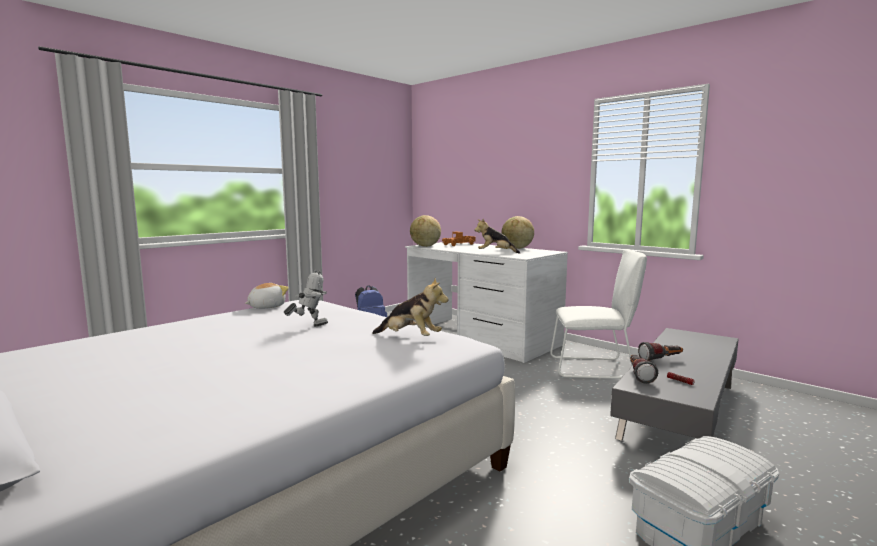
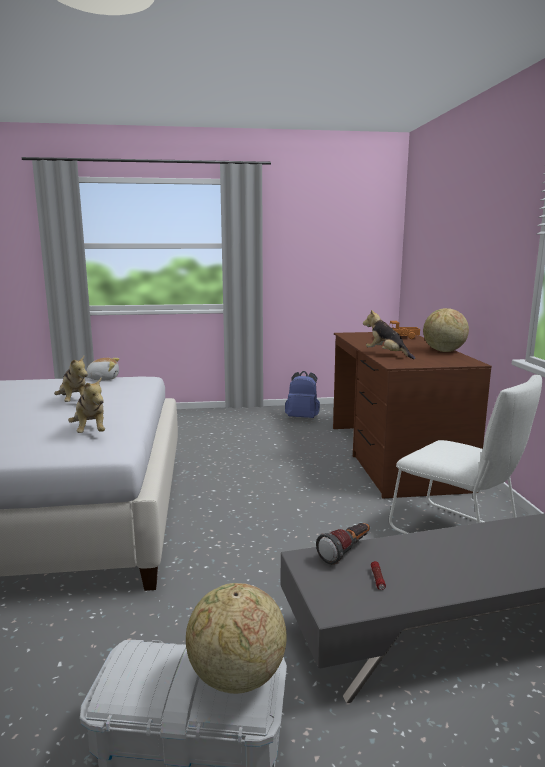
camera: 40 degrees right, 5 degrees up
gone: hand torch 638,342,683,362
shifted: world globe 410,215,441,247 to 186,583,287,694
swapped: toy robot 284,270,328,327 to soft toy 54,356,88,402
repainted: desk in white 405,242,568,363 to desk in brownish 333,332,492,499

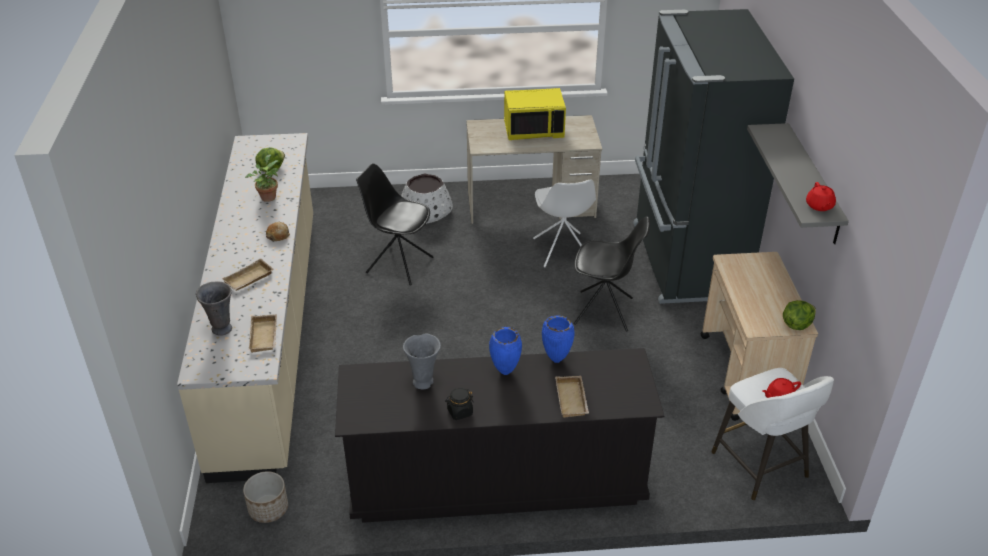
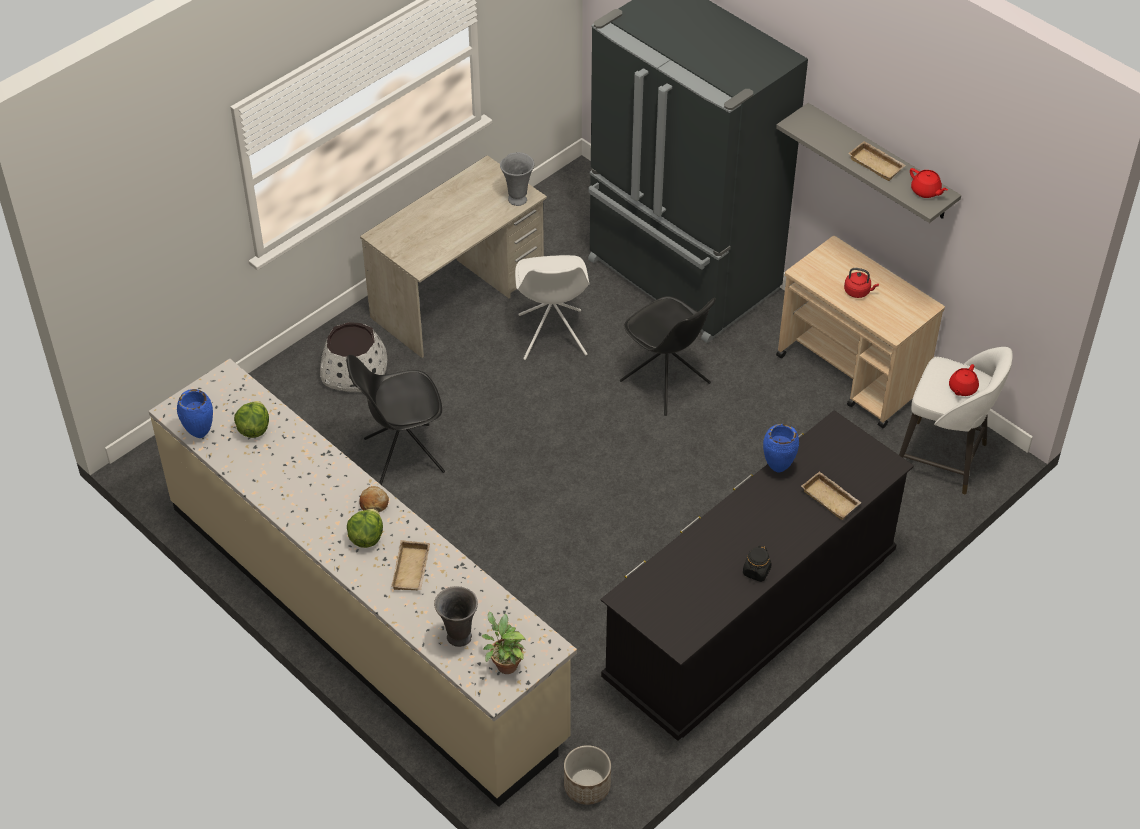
camera: 40 degrees left, 10 degrees up
gone: microwave in yellowish 504,88,566,140
new: water kettle in red-coloured 844,268,879,298
shifted: vase in bluish 489,327,522,375 to 177,389,213,438; lettuce head 783,300,816,330 to 347,509,383,548; plant in a pot 245,154,279,202 to 482,611,526,674; vase in gray 403,334,441,389 to 500,152,534,206; serving tray in beige 249,314,277,353 to 848,141,906,181
rotated: upright chair in white 533,179,596,267 = 515,255,589,360 45 degrees clockwise; upright chair in black 574,216,650,332 = 620,296,716,416 75 degrees clockwise

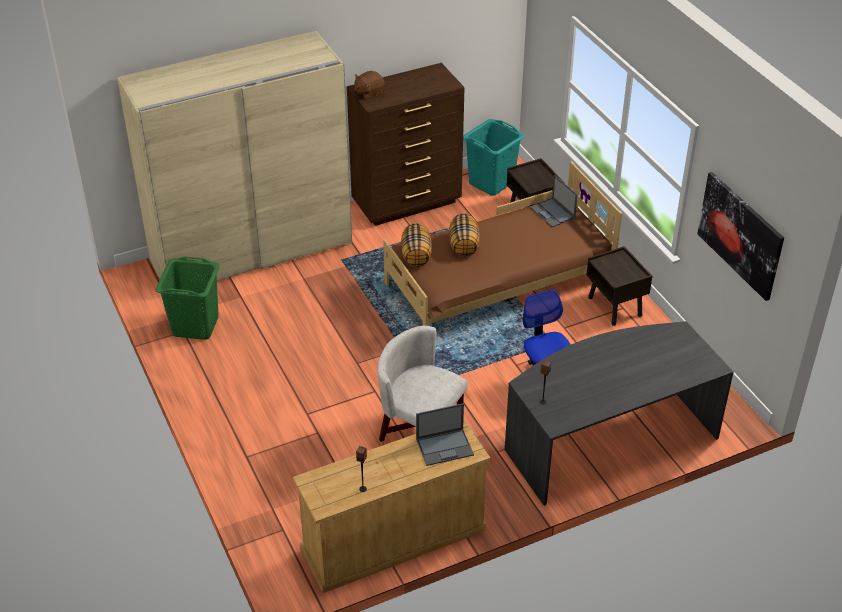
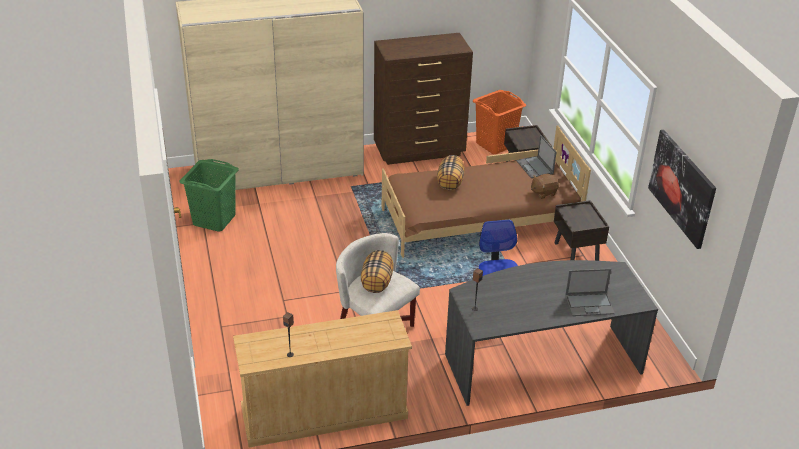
camera: 10 degrees right, 5 degrees down
shifted: cushion 401,223,432,267 to 361,250,394,293; soft toy in brownish 354,71,384,100 to 531,173,559,199; laptop 416,403,474,466 to 565,268,615,316
repainted: hamper in turquoise 463,119,525,196 to hamper in orangey 473,90,526,154

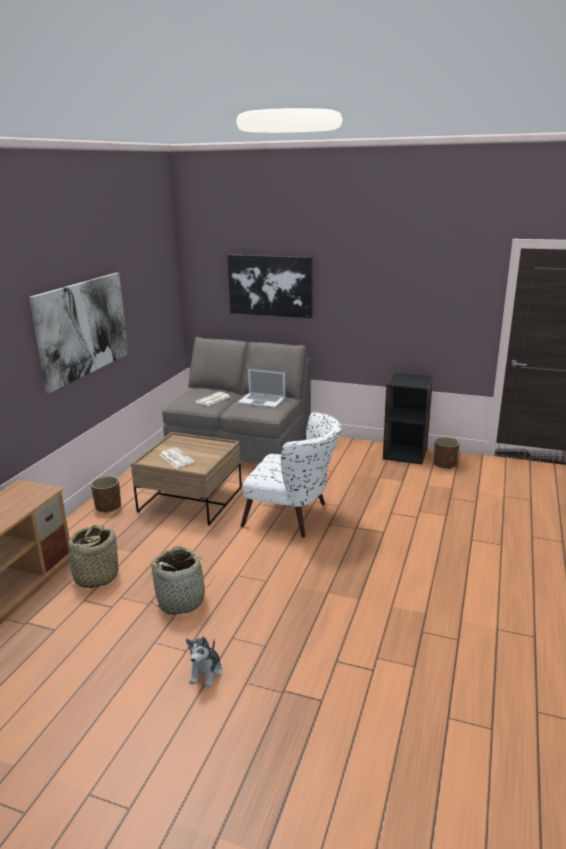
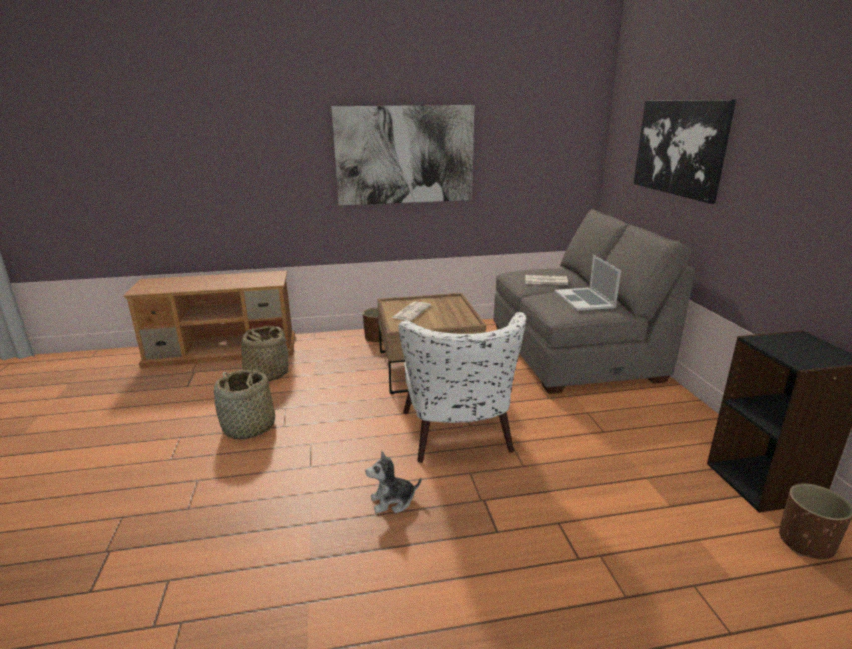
camera: 60 degrees right, 0 degrees up
shifted: soft toy 186,637,222,687 to 365,451,421,514

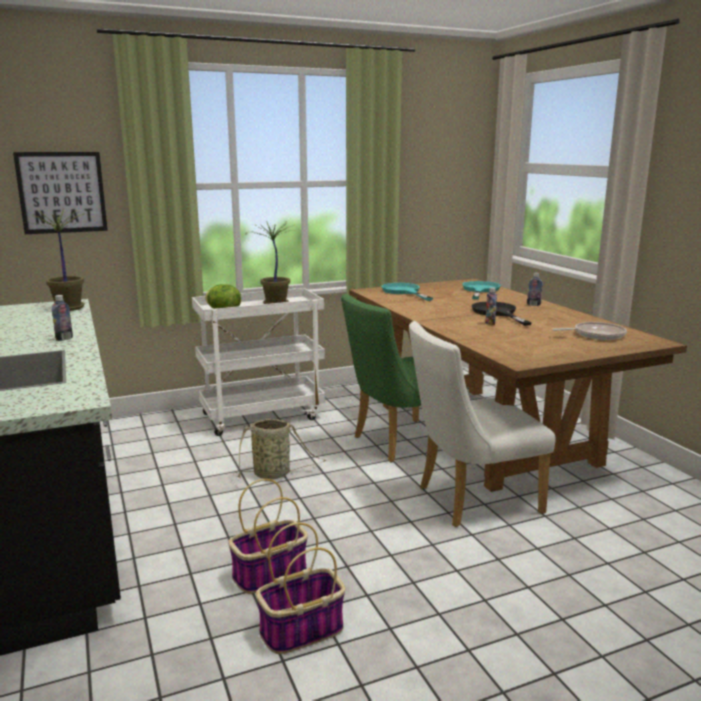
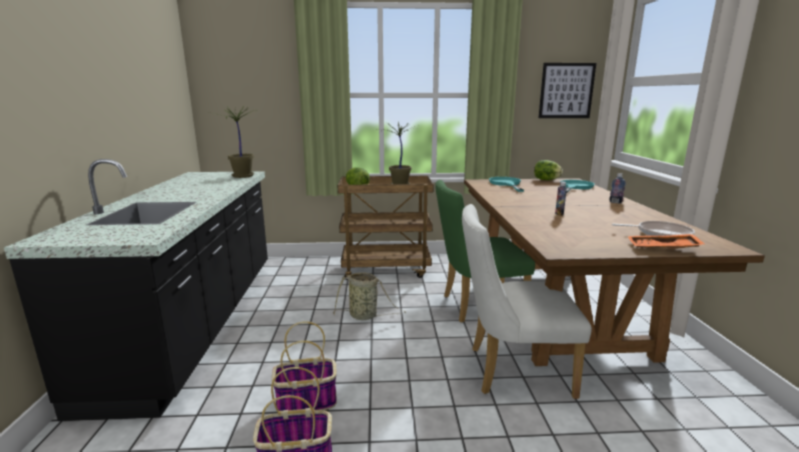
camera: 20 degrees right, 0 degrees up
gone: beverage bottle 52,295,73,341; frying pan in black 472,302,532,326
new: lettuce head 534,160,563,180; serving tray in orangey 627,234,706,249
shifted: picture 13,152,108,234 to 539,63,596,118
repainted: trolley in white 192,288,325,436 to trolley in brownish 338,176,434,280

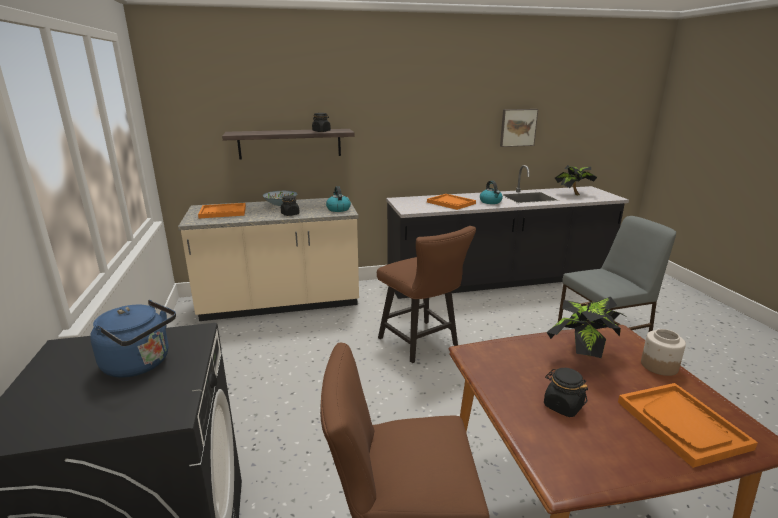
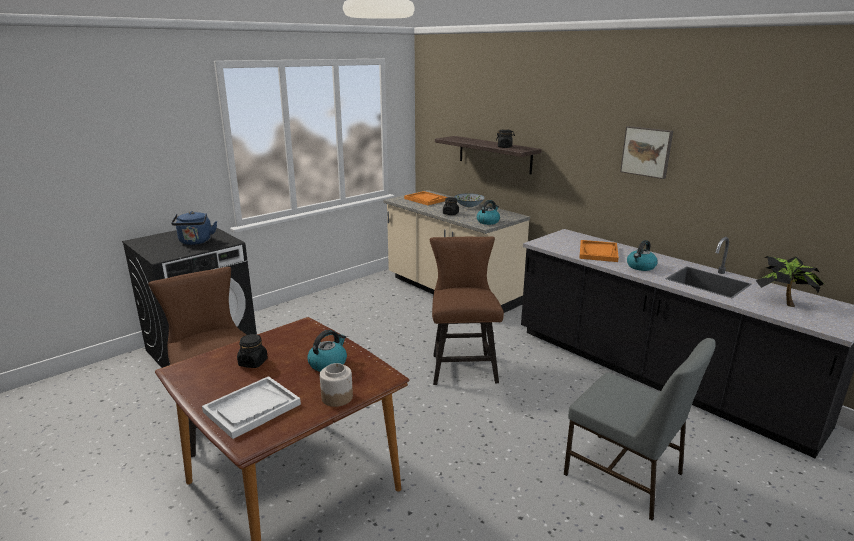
camera: 60 degrees right, 0 degrees up
shifted: picture 500,109,538,147 to 620,126,673,179
swapped: plant in a pot 547,296,625,358 to water kettle 307,330,347,372
repainted: serving tray in orangey 618,383,758,468 to serving tray in white 202,376,301,439
rotated: upright chair in brownish 377,226,476,363 = 430,237,504,385 150 degrees clockwise

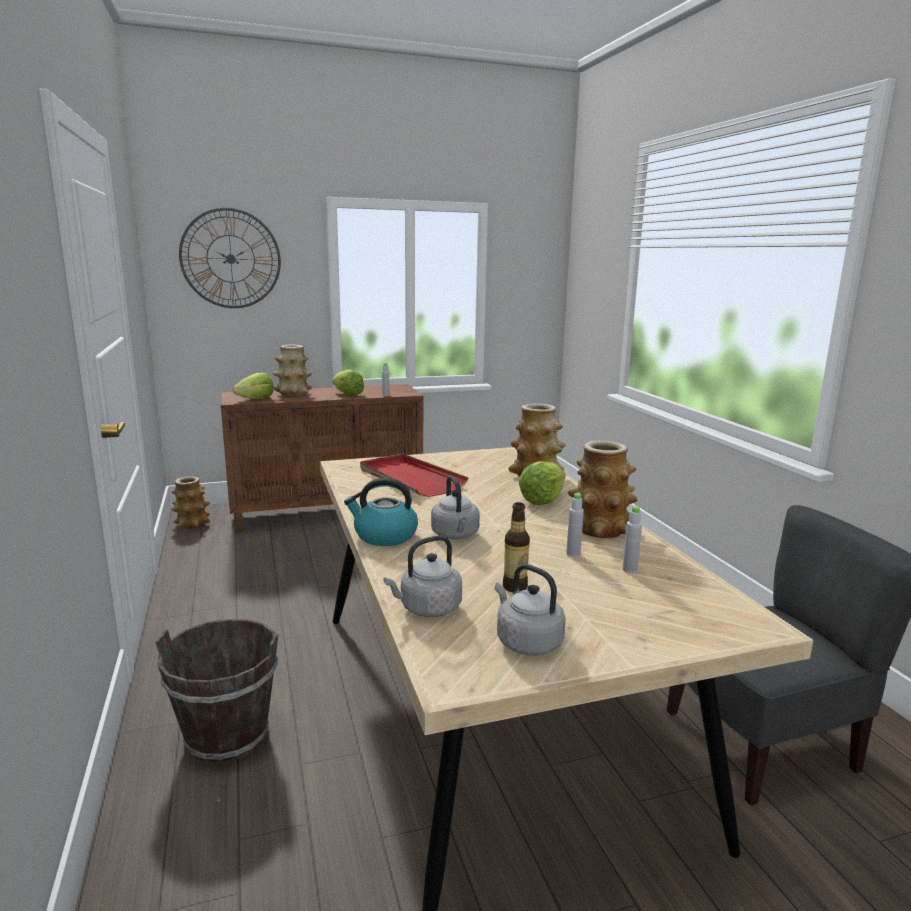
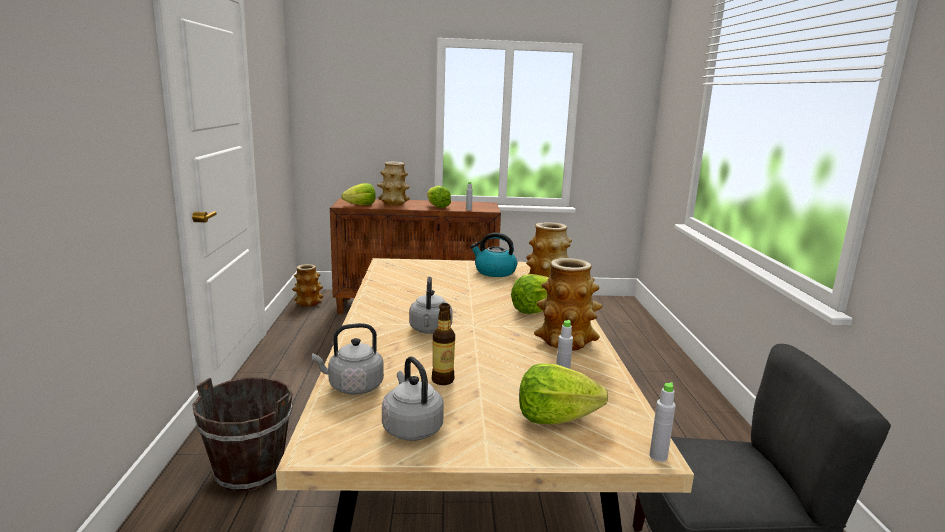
camera: 15 degrees right, 0 degrees up
gone: hanging clock 179,208,281,308; serving tray in red-coloured 360,454,469,497
new: lettuce head 519,363,608,424
shifted: water kettle 344,478,418,546 to 470,233,517,277; beverage bottle in gray 566,492,584,557 to 650,382,676,462

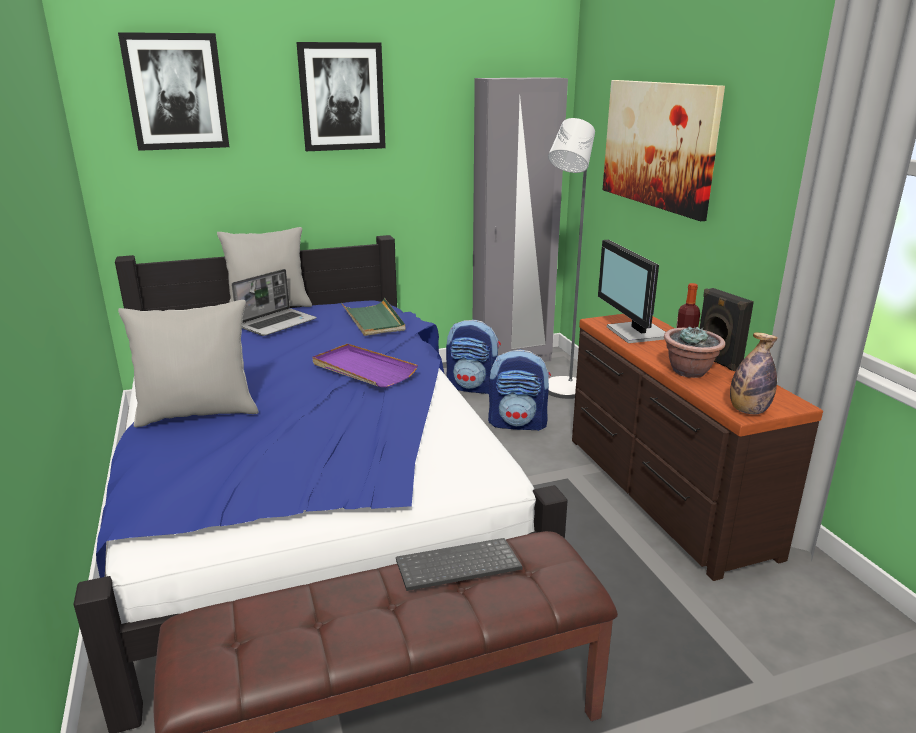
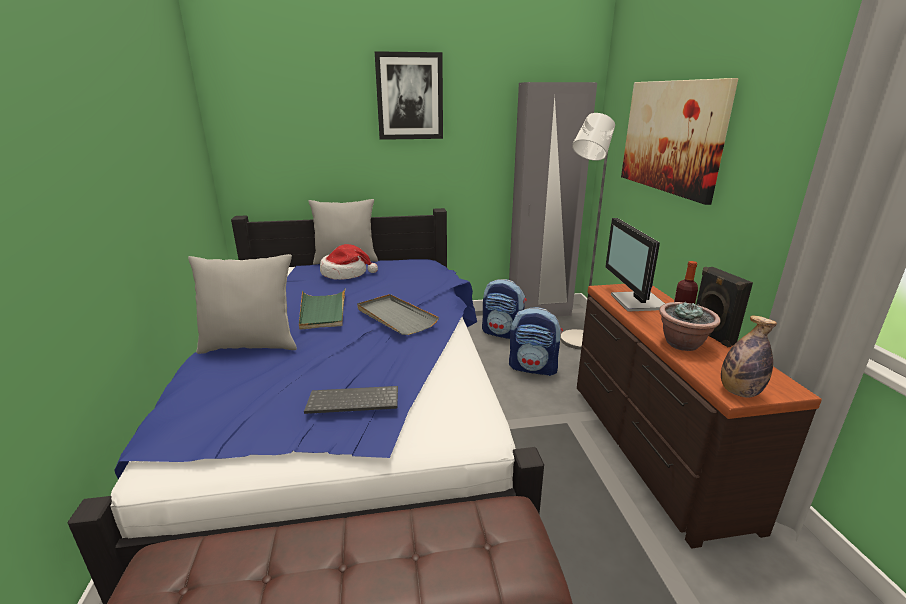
camera: 10 degrees right, 0 degrees up
gone: picture 118,32,229,151
shifted: serving tray in green-coloured 341,298,405,336 to 299,288,346,330; computer keyboard 396,538,522,591 to 304,386,398,414
swapped: laptop 231,269,317,336 to clothing hat 320,244,378,280
repainted: serving tray in purple-coloured 312,344,418,387 to serving tray in gray 357,294,439,335

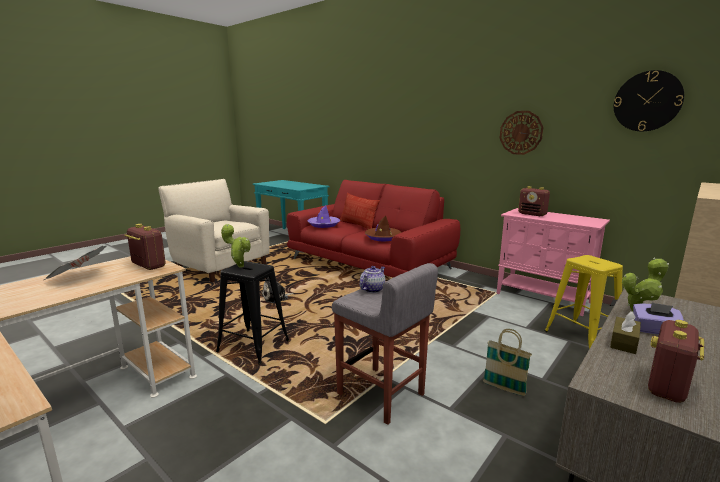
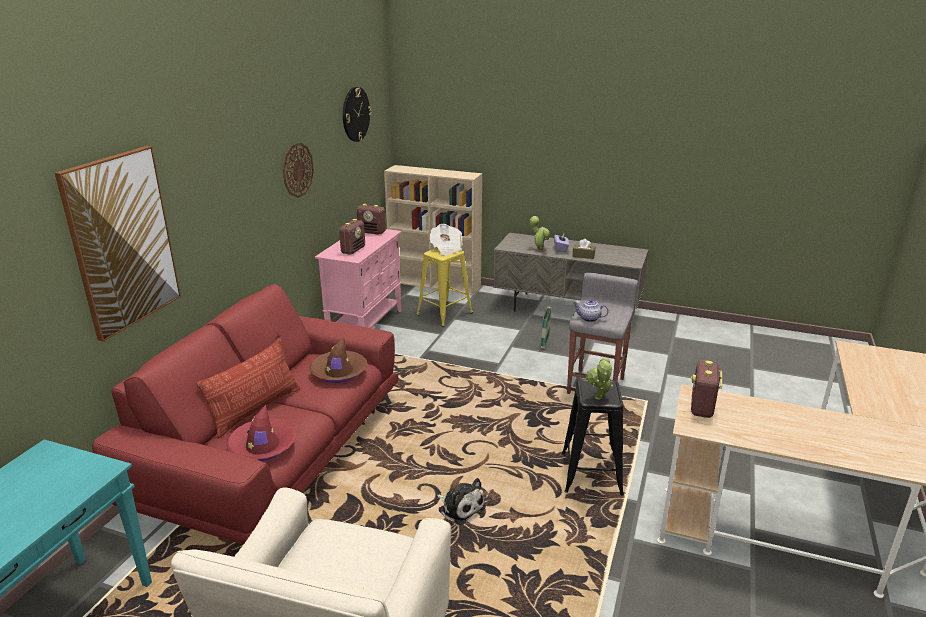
camera: 110 degrees left, 10 degrees up
new: picture 55,146,181,342
shifted: radio receiver 648,320,704,403 to 357,204,386,235; daily paper 44,246,107,280 to 429,224,462,255
repainted: clothing hat in purple-coloured 308,205,340,228 to clothing hat in red-coloured 226,405,297,461

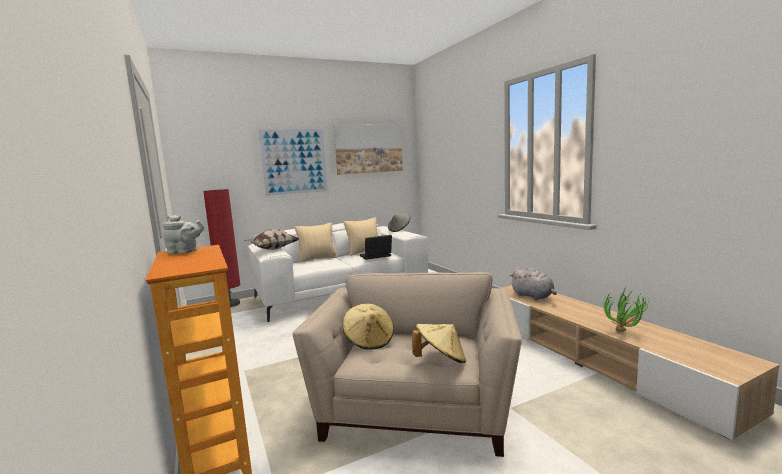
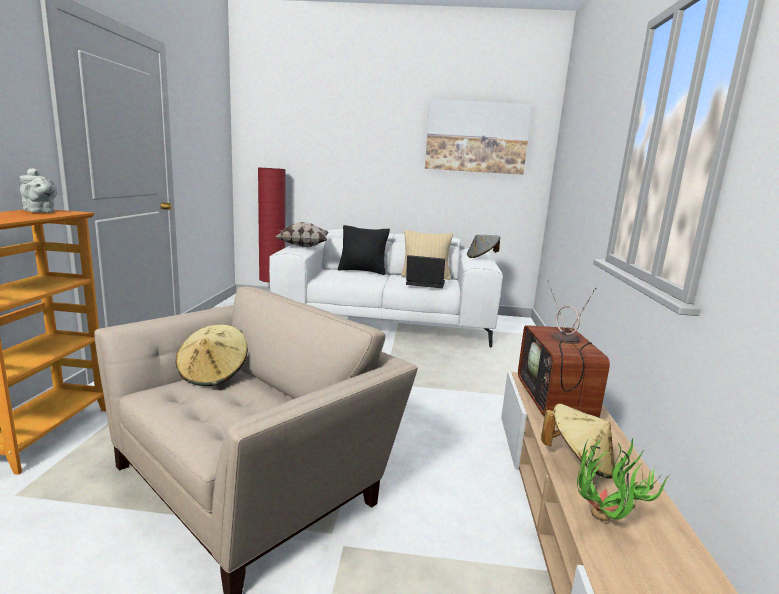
camera: 30 degrees right, 5 degrees up
gone: picture 256,127,330,198
shifted: clothing hat in beige 412,324,466,363 to 541,404,615,479
swapped: soft toy in gray 509,267,557,300 to TV set 518,280,610,418
repainted: cushion in beige 295,223,338,263 to cushion in black 338,225,390,275

